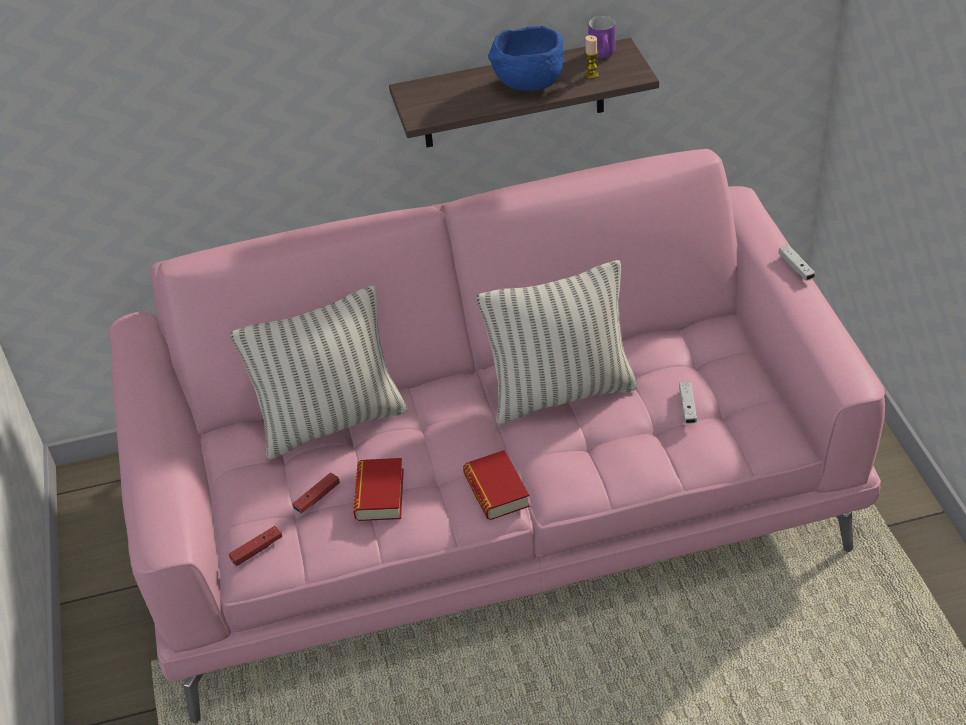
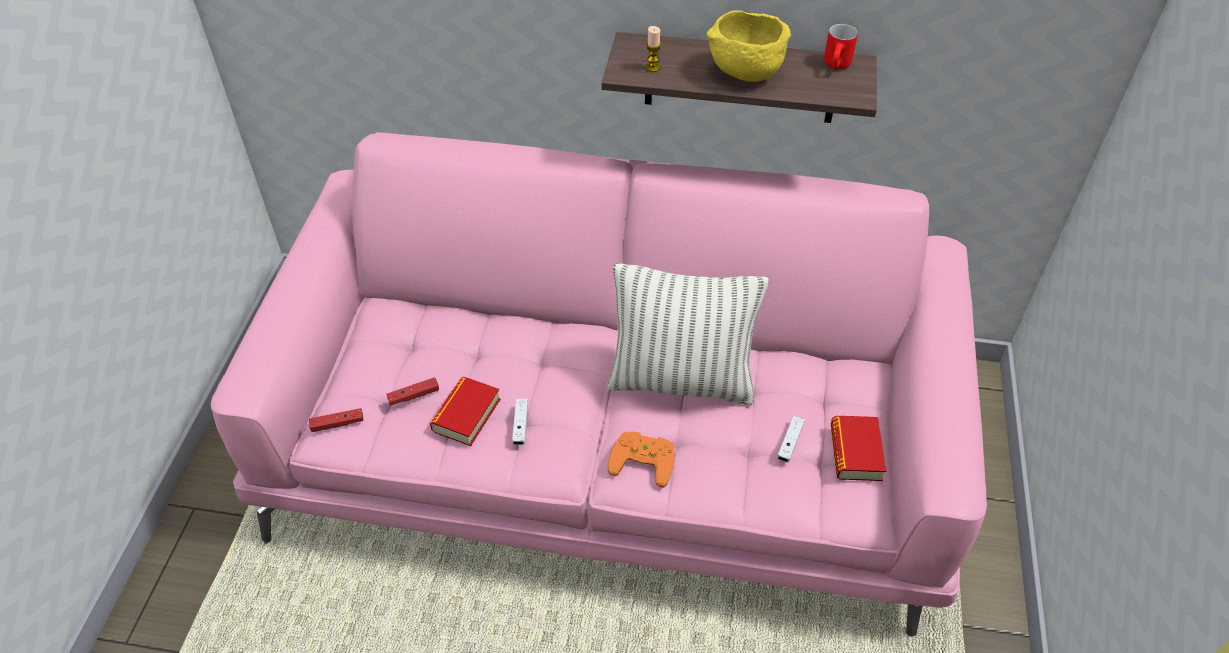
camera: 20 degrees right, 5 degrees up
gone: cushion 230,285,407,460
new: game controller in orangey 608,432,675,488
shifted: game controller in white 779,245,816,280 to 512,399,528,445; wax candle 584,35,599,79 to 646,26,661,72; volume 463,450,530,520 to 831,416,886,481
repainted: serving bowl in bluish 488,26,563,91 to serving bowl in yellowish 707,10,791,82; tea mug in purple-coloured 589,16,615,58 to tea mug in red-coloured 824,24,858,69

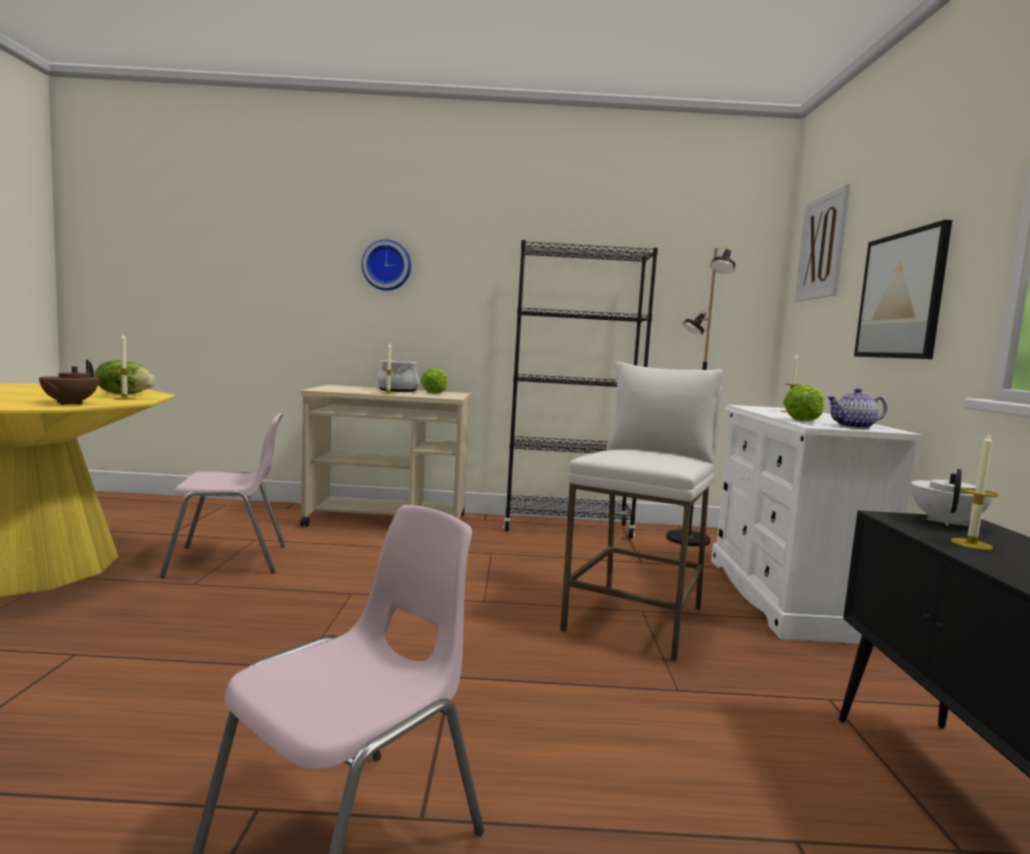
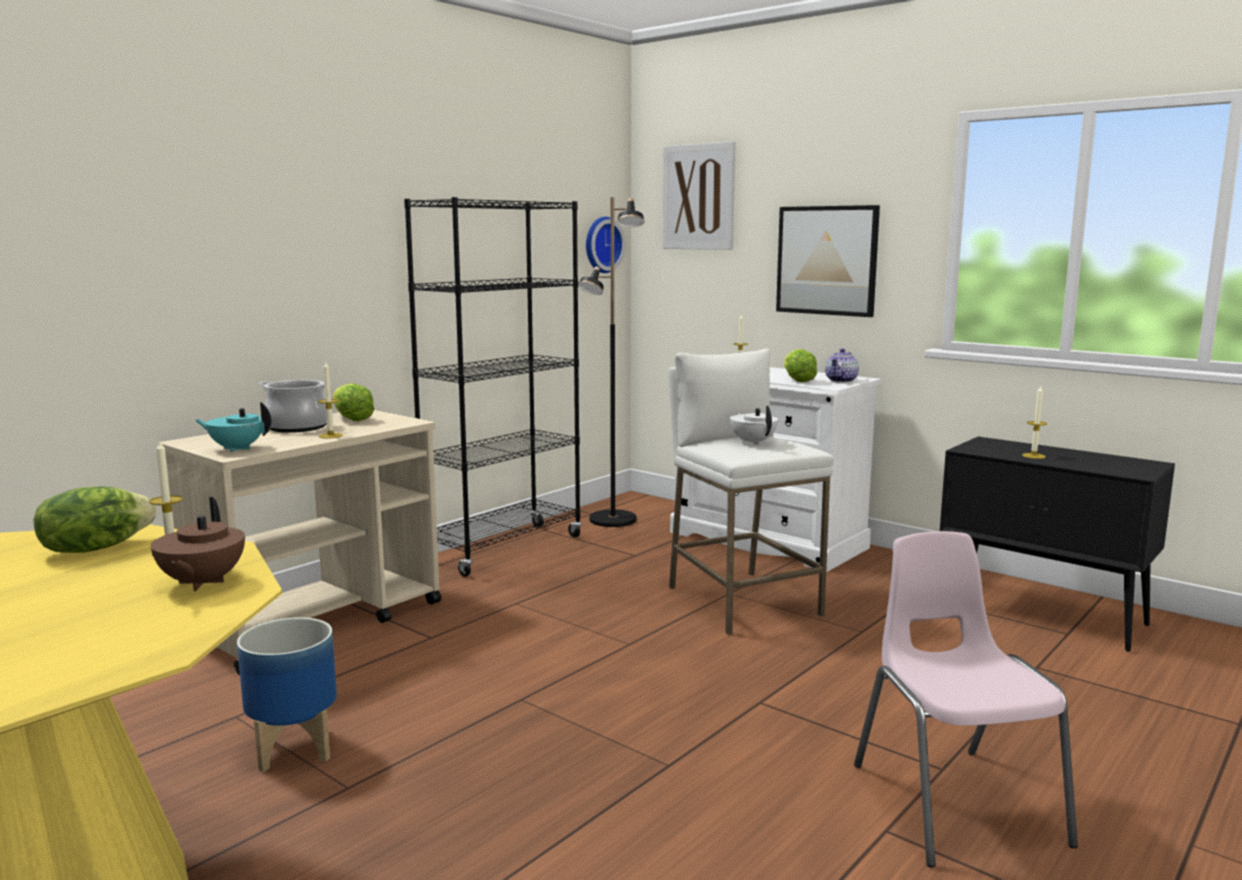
camera: 50 degrees left, 5 degrees up
new: pot for tea in turquoise 195,402,271,452
shifted: hanging clock 362,239,411,291 to 586,217,625,273; pot for tea in white 911,469,993,526 to 730,406,778,445
swapped: upright chair in pink 160,413,285,578 to planter 237,617,337,772
rotated: pot for tea in brownish 39,360,99,405 = 151,497,245,591 45 degrees clockwise

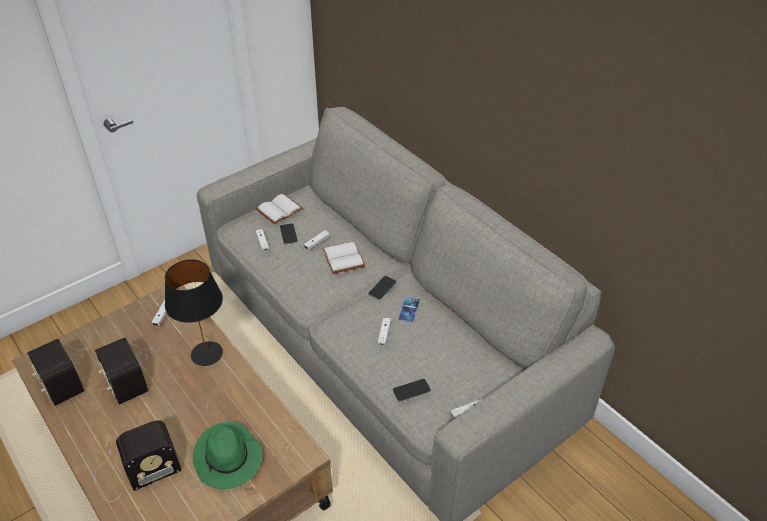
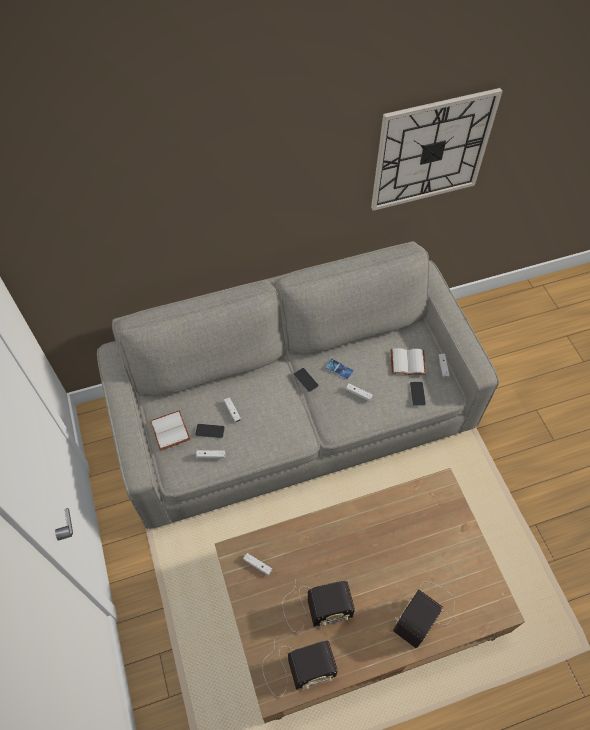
camera: 70 degrees left, 15 degrees up
gone: lamp for a table in black 165,260,223,366; clothing hat in green-coloured 193,422,262,489
new: hanging clock 371,88,503,211
shifted: volume in white 322,241,365,274 to 391,348,426,375
rotated: radio receiver 94,420,182,502 = 393,582,460,648 135 degrees counterclockwise

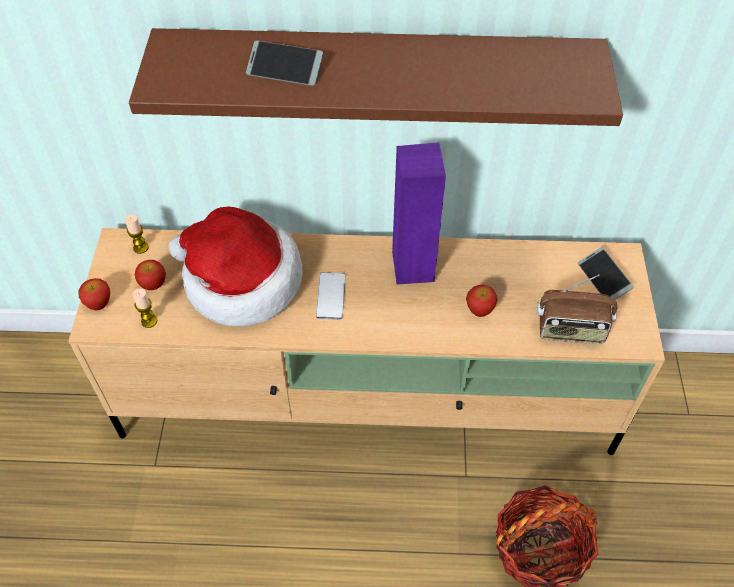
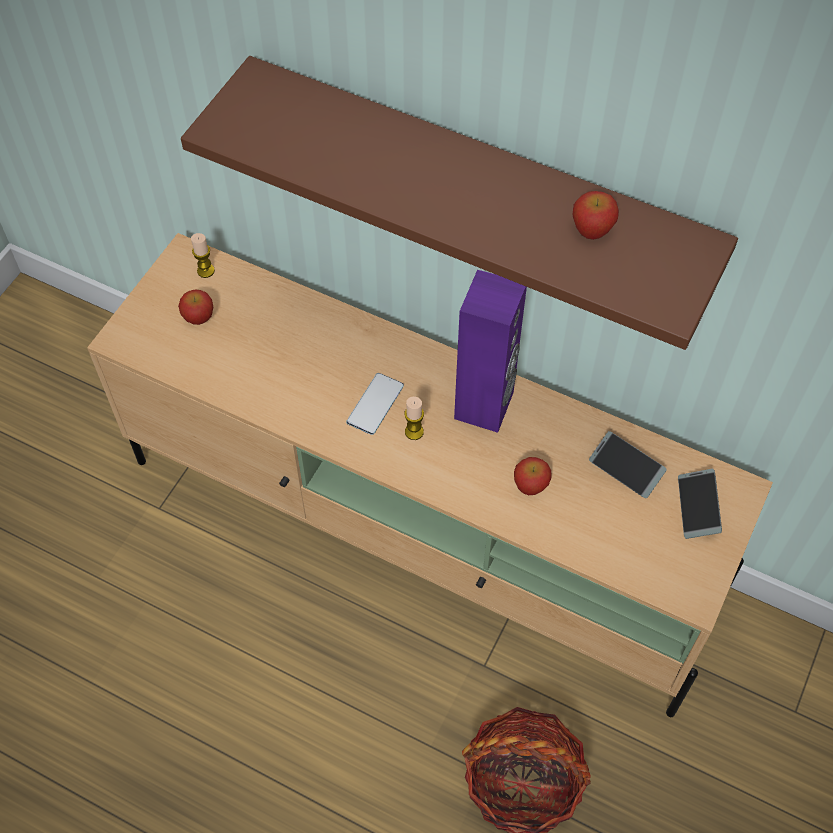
camera: 25 degrees right, 5 degrees up
gone: clothing hat 168,206,303,326; radio receiver 536,274,618,344
shifted: wax candle 132,289,157,328 to 404,397,424,440; apple 78,278,110,310 to 572,191,619,240; handset 246,41,323,86 to 589,431,667,498

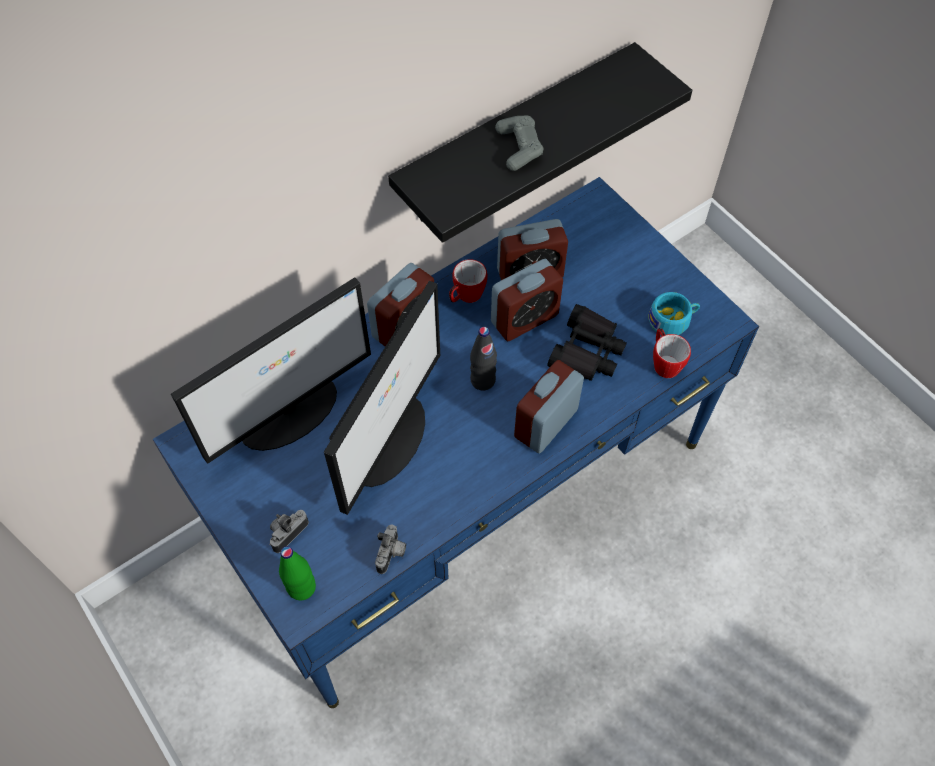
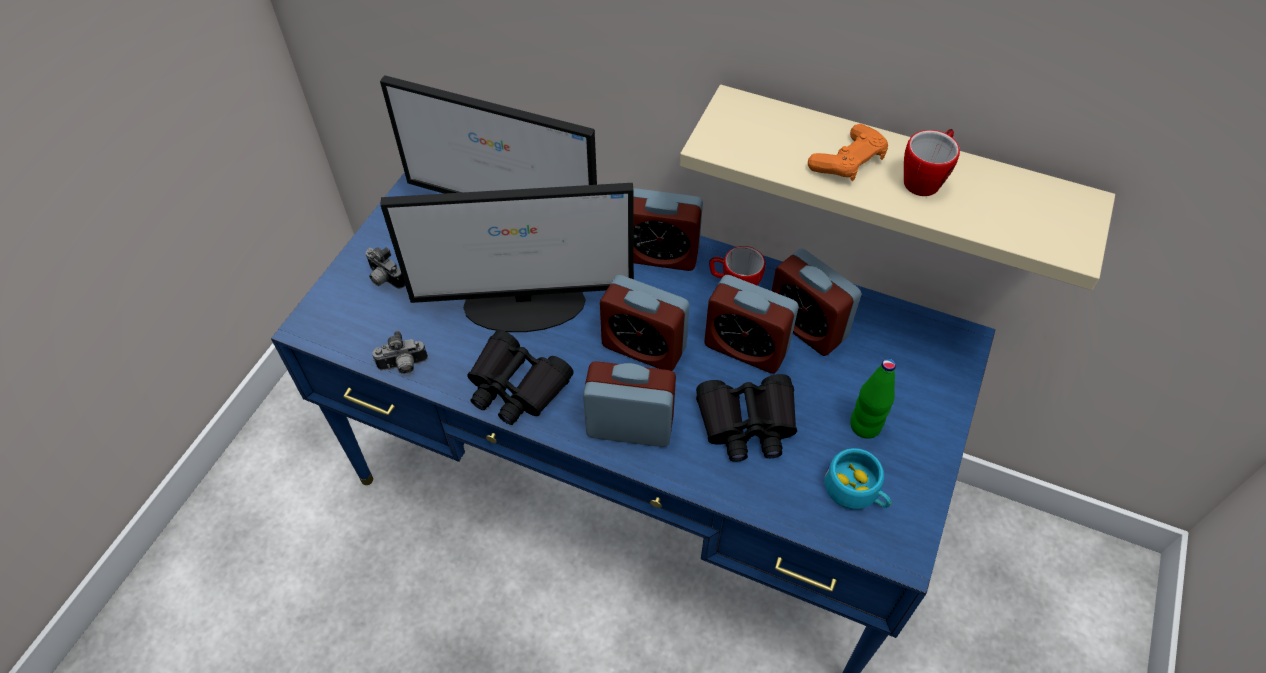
camera: 60 degrees right, 5 degrees down
new: pair of binoculars in black 467,330,573,425
shifted: beverage bottle in green-coloured 279,546,316,601 to 850,358,896,439; tea mug 653,328,691,378 to 904,129,960,196
swapped: beverage bottle in black 470,327,497,391 to alarm clock 600,275,690,371
repainted: wall shelf in black 388,42,692,243 to wall shelf in beige 680,85,1115,290; game controller in gray 495,115,543,171 to game controller in orangey 808,124,888,181
rotated: photo camera 269,510,309,553 = 366,247,405,289 150 degrees counterclockwise

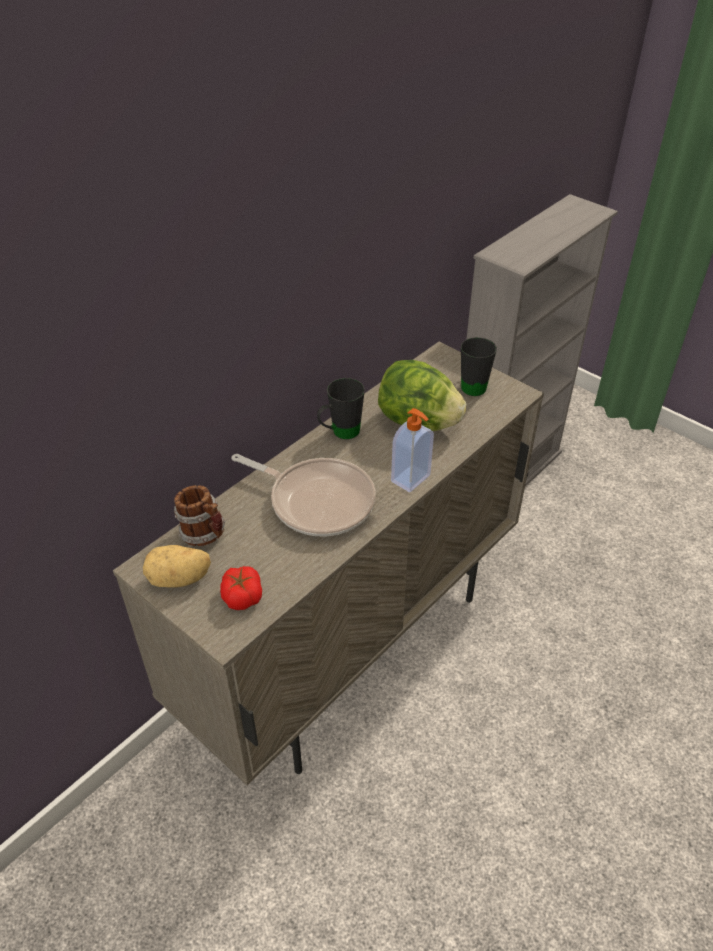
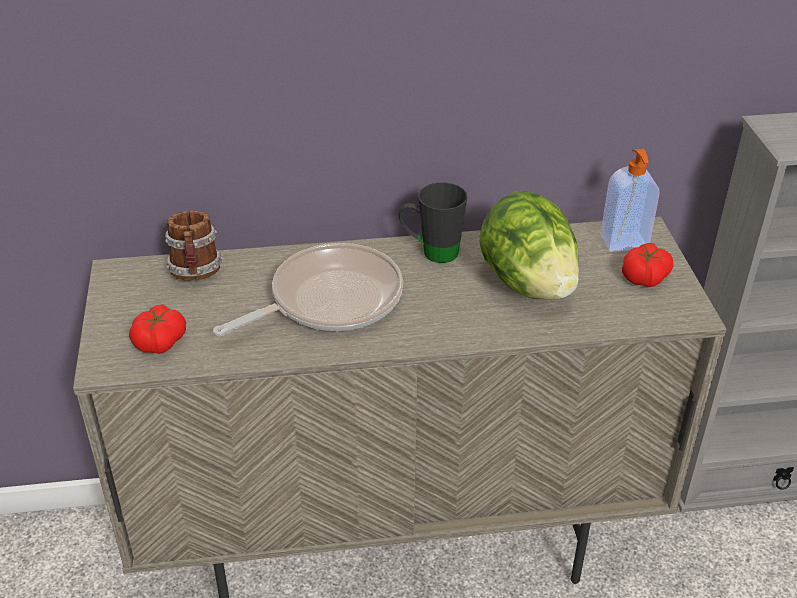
camera: 40 degrees right, 5 degrees down
gone: spud 143,545,211,588
shifted: liquid soap bottle 391,408,434,492 to 600,149,660,252
swapped: tea mug in black 461,337,497,396 to tomato 622,243,673,287
rotated: frying pan 232,454,376,536 = 213,243,403,336 105 degrees counterclockwise

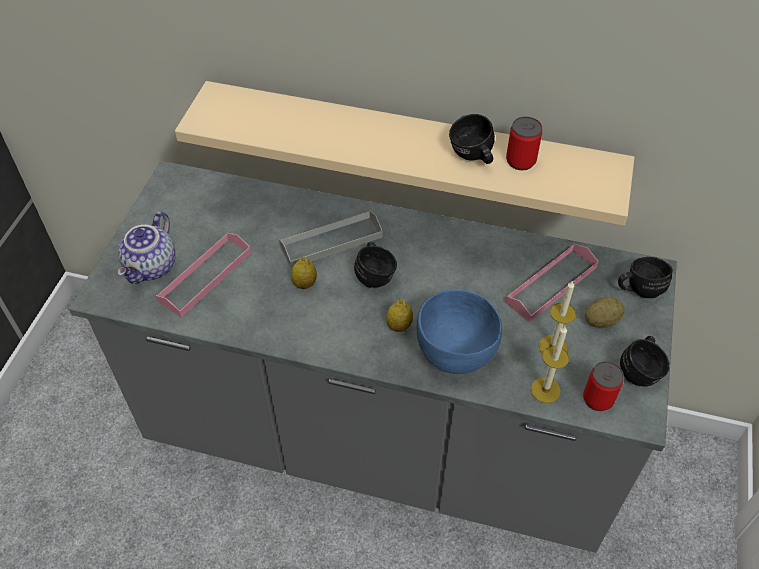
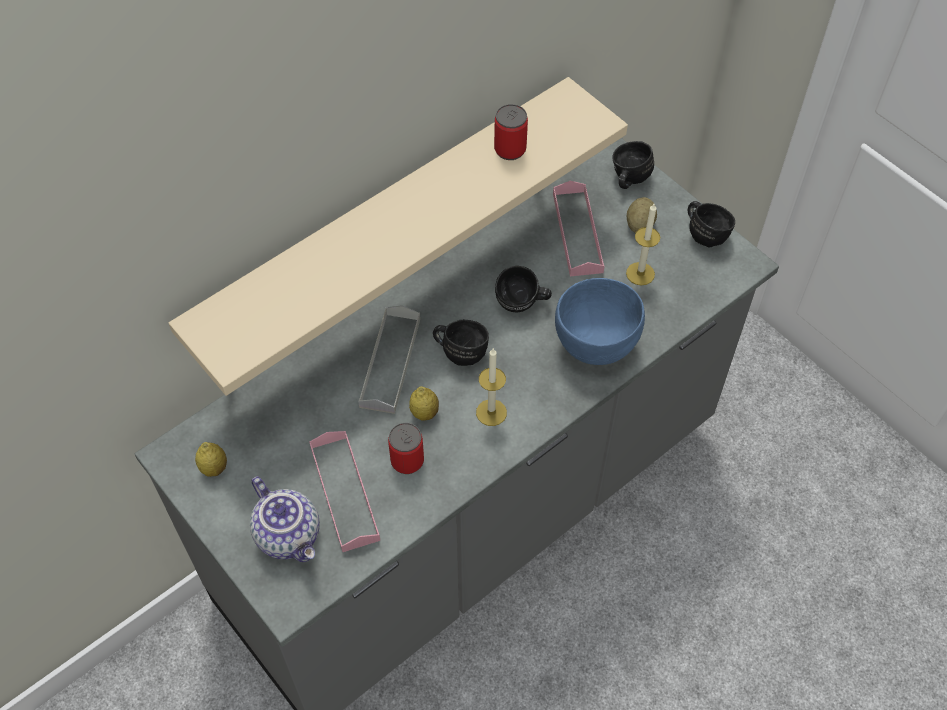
camera: 55 degrees left, 5 degrees up
shifted: citrus fruit 386,299,413,332 to 195,442,227,477; metal can 583,361,624,411 to 388,423,424,474; wax candle 531,326,569,403 to 476,349,507,426; tea mug in black 449,114,495,164 to 495,266,552,312

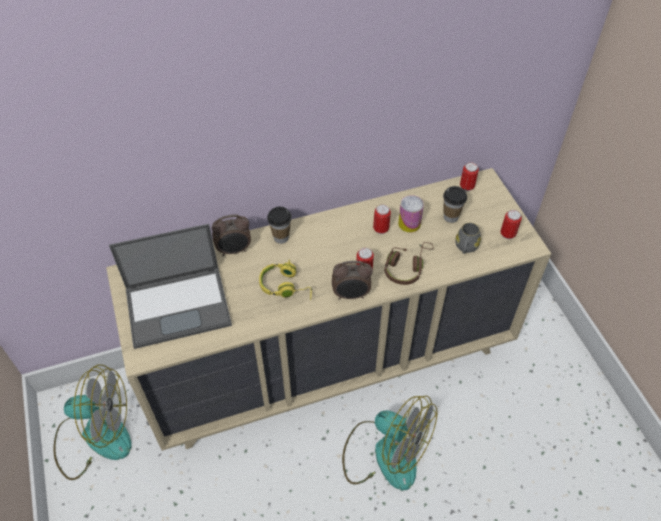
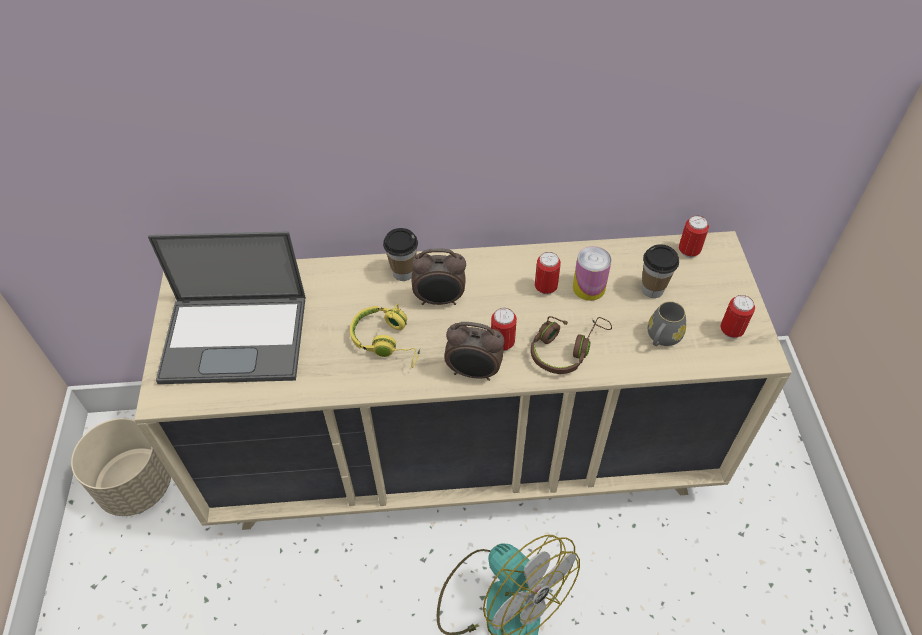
camera: 15 degrees right, 0 degrees up
shifted: alarm clock 212,214,251,256 to 412,249,466,305
swapped: fan 54,365,132,480 to planter in beige 71,418,171,516

